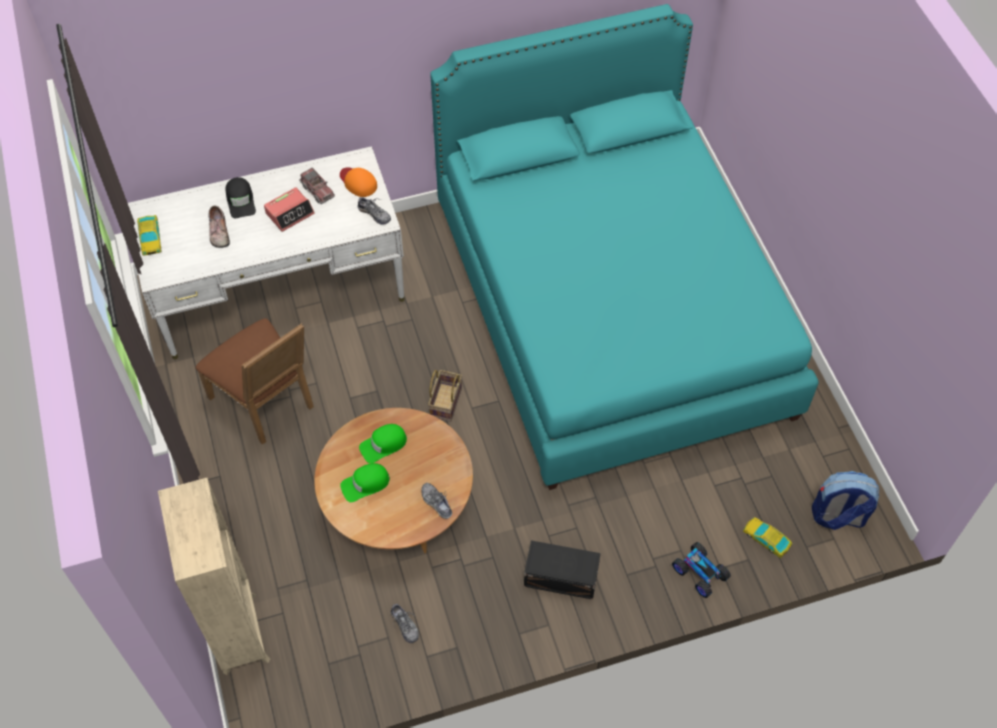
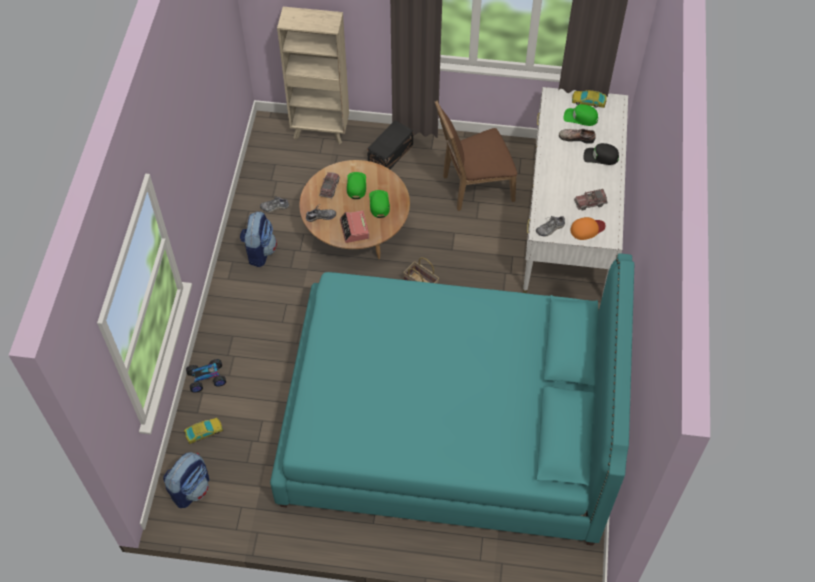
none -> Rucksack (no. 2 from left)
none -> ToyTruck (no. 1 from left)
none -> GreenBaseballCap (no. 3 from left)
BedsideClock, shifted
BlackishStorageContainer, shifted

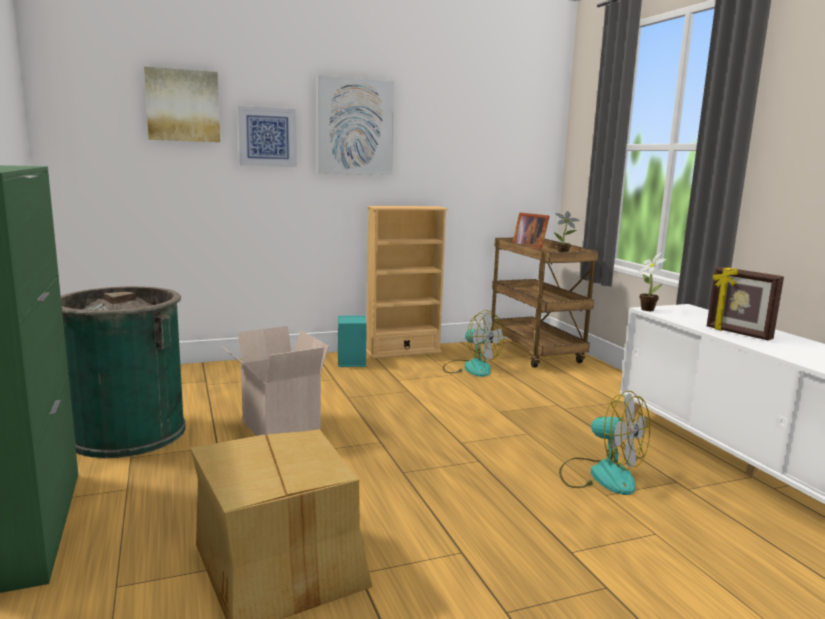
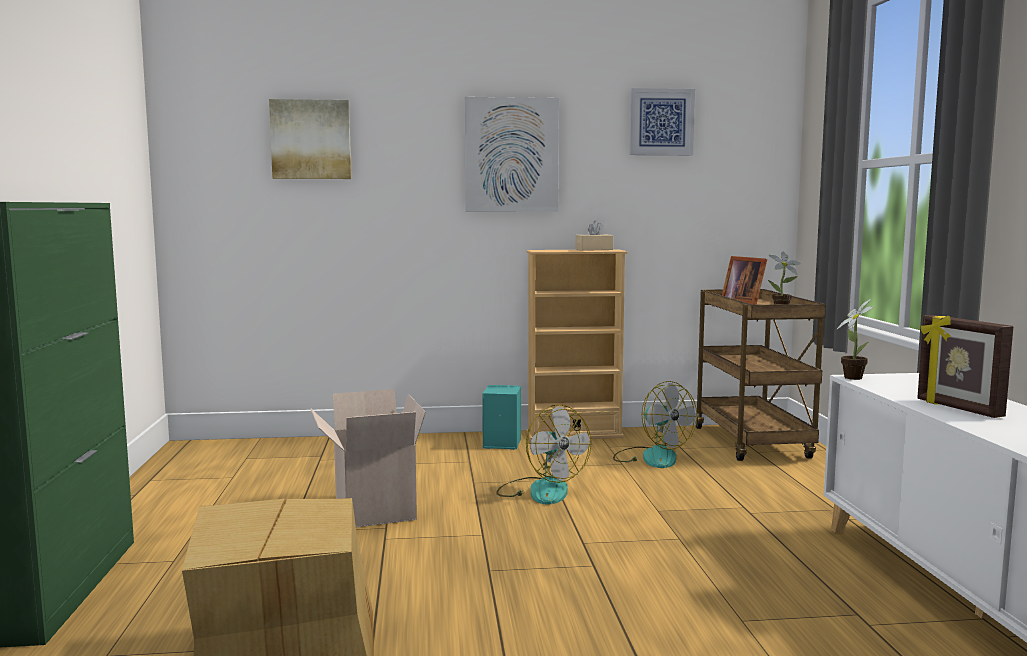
GreenWasteBin -> none
none -> BeigeTissueHolder
WallArt (no. 2 from left in the first image) -> WallArt (no. 3 from left), shifted
CoolingFan (no. 2 from left in the first image) -> CoolingFan (no. 1 from left), shifted

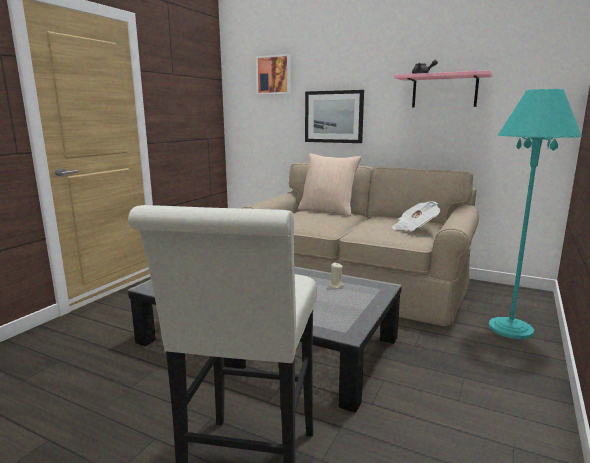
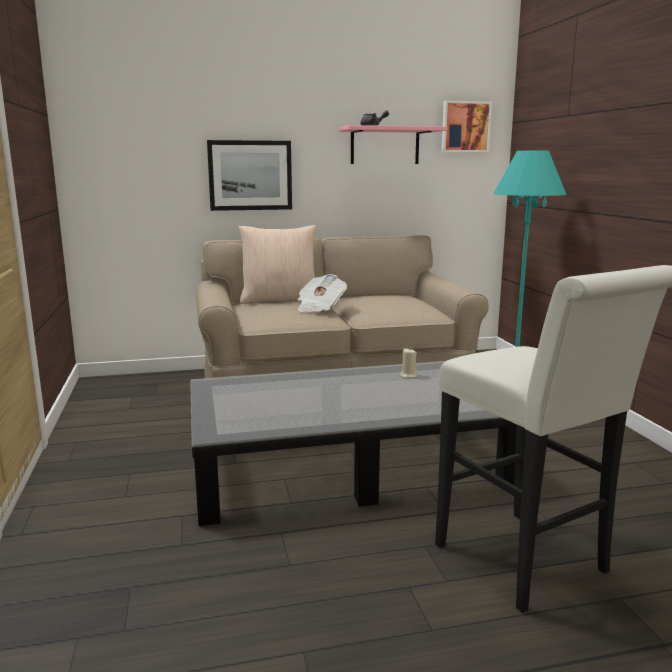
WallArt (no. 1 from left in the first image) -> WallArt (no. 2 from left), shifted
Newspaper, shifted

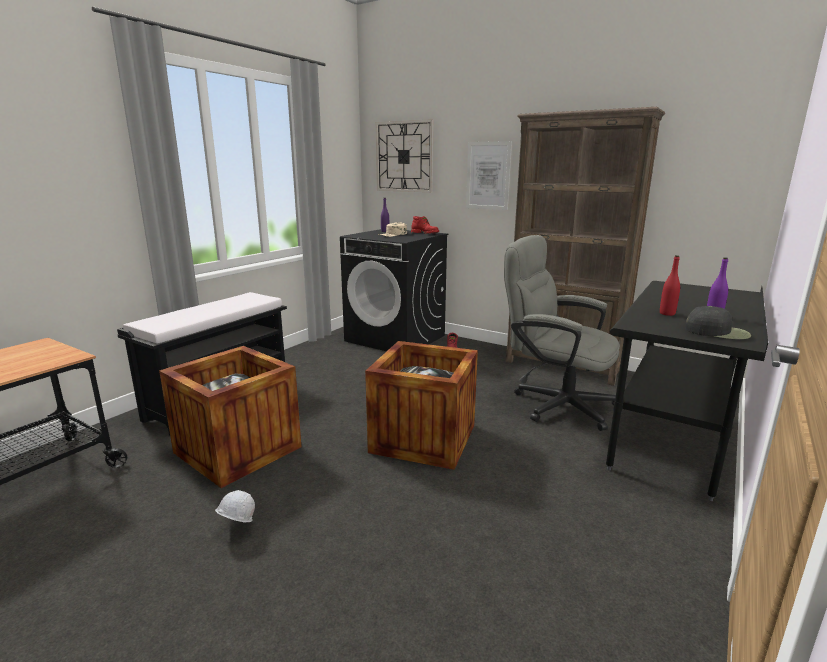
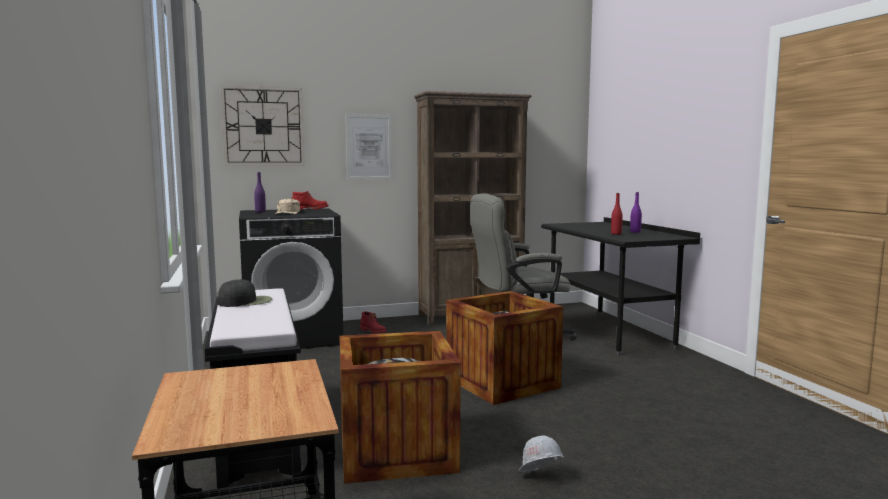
BlackishBaseballCap, shifted

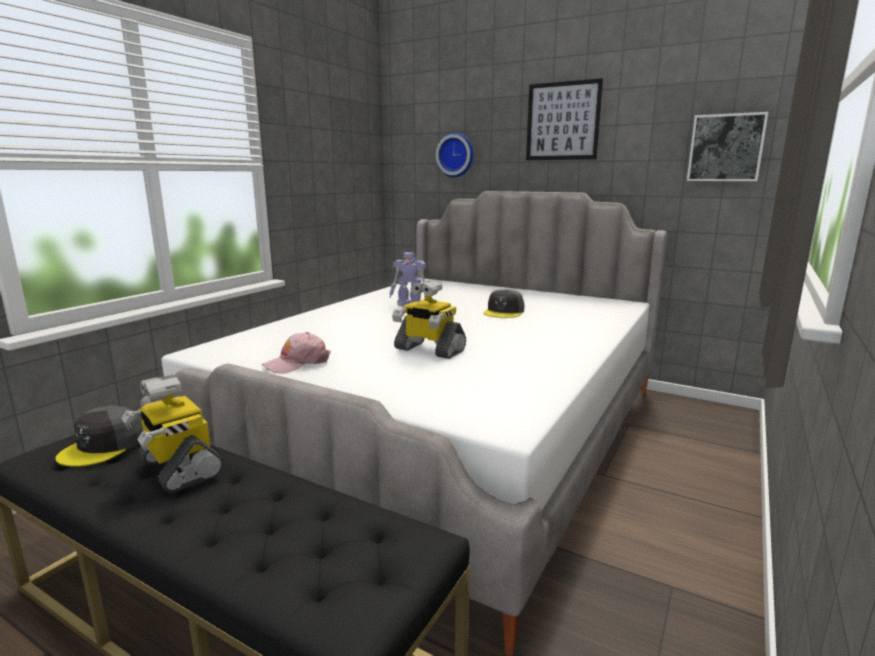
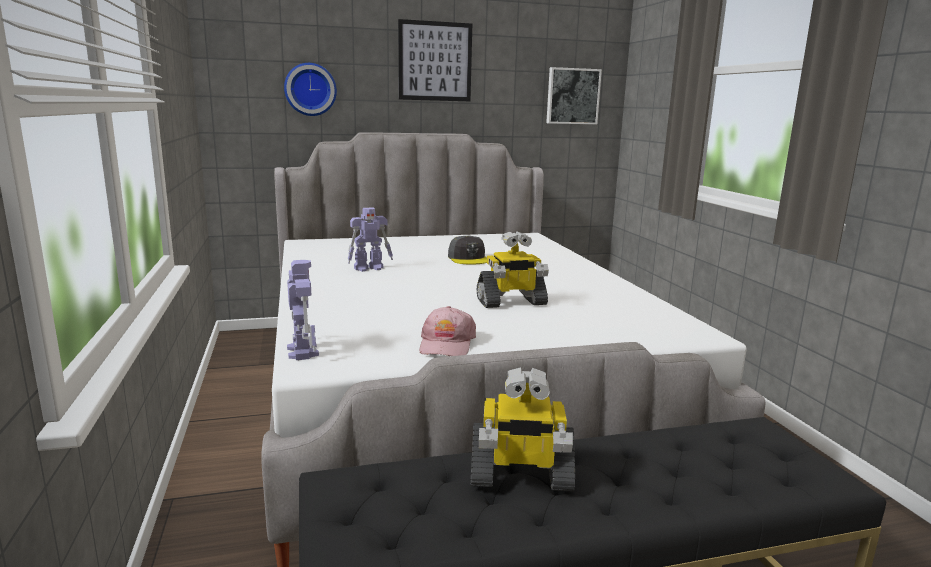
GreyishBaseballCap (no. 1 from left) -> none
none -> ModelRobot (no. 1 from left)

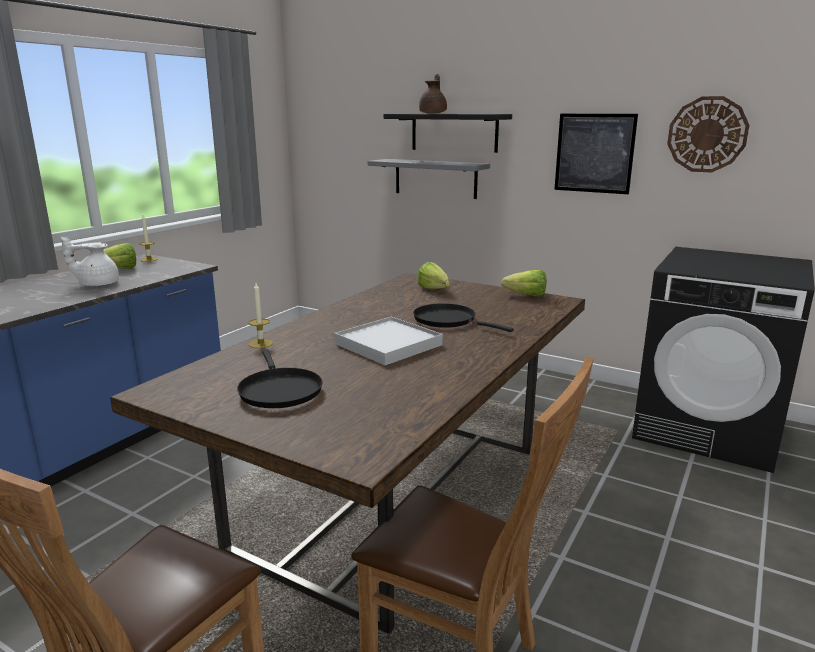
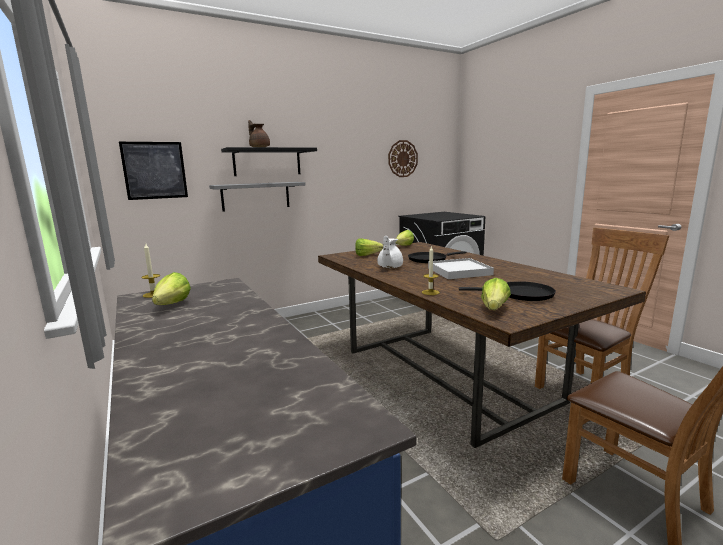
none -> HeadOfLettuce (no. 4 from left)
WhiteColouredPotForTea, shifted
WallArt, shifted

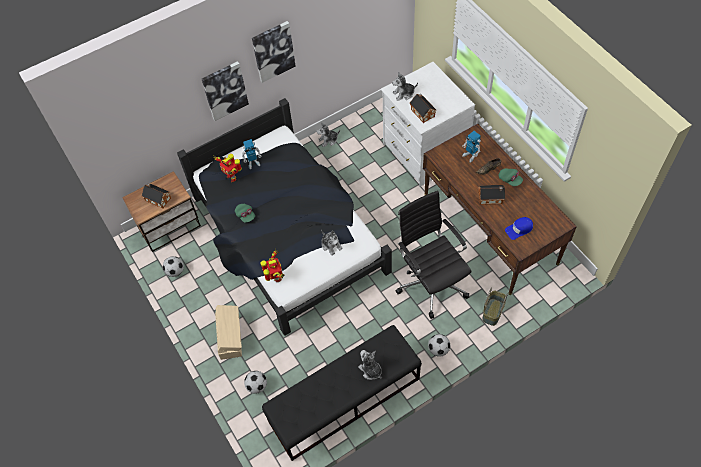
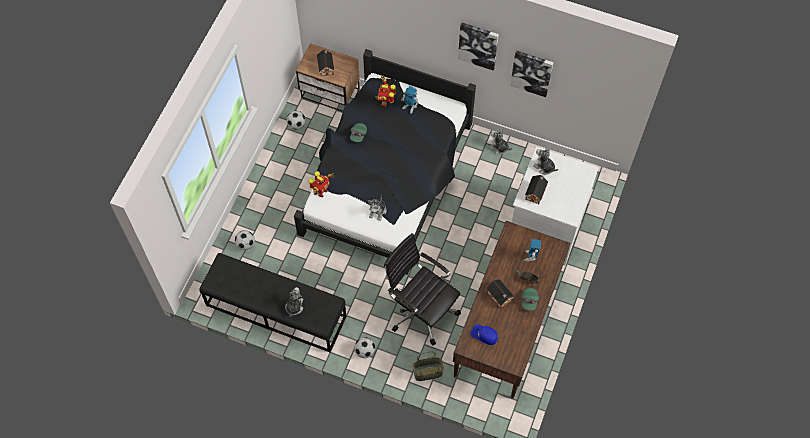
BeigeStorageContainer -> none
WallArt (no. 1 from left in the first image) -> WallArt (no. 2 from left), shifted
BlackishDeskChair, 75 degrees counterclockwise

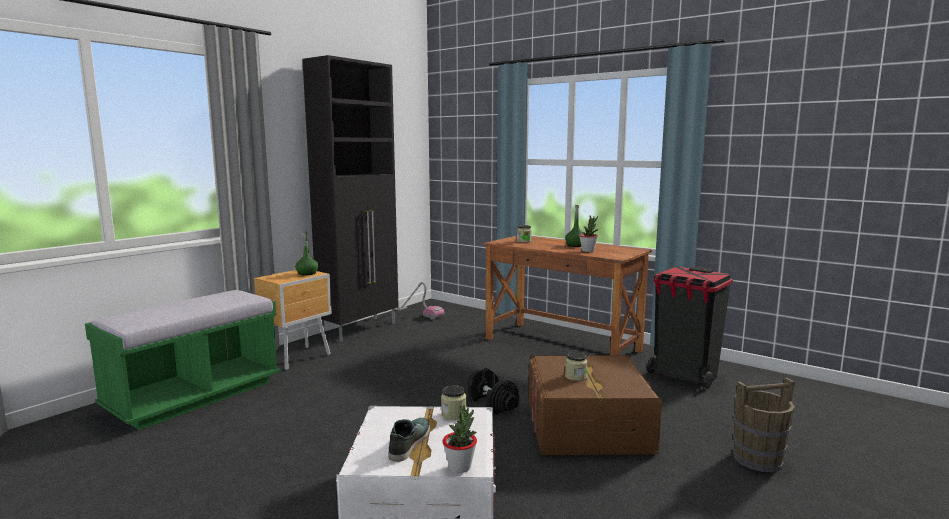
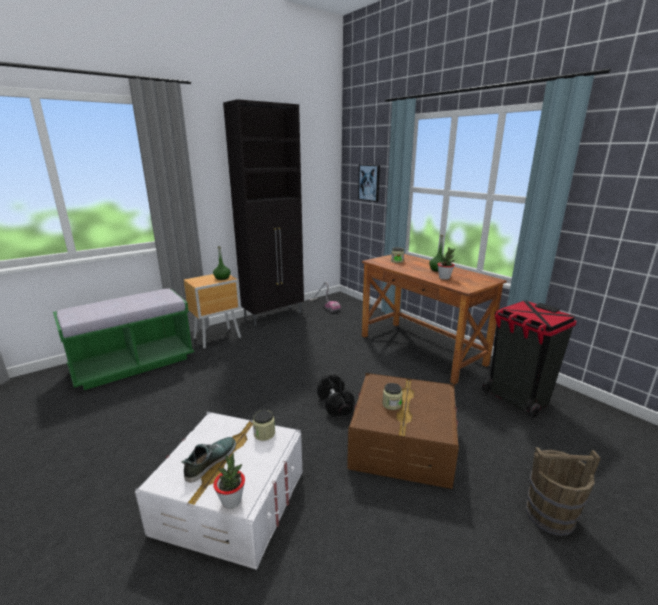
none -> WallArt

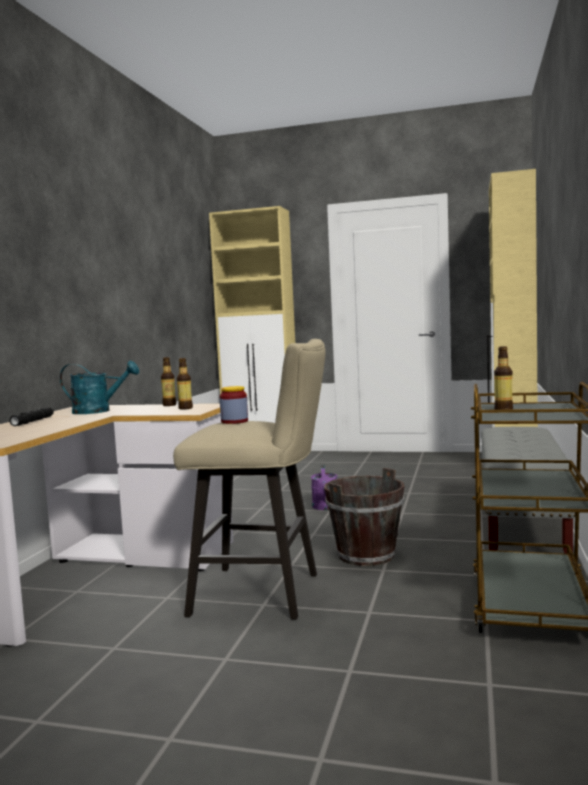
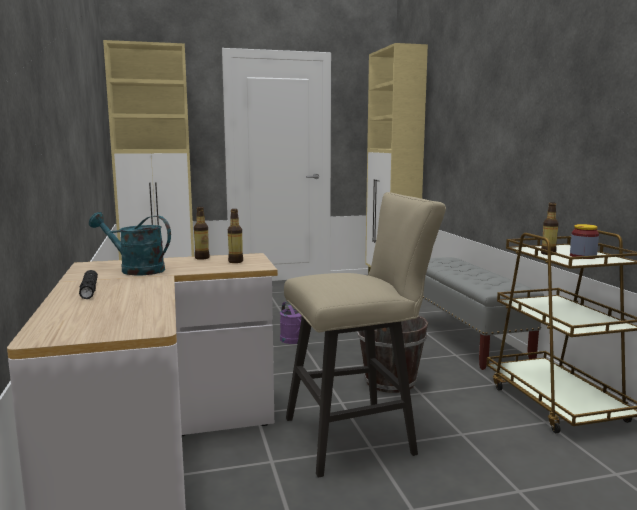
StorageJar, shifted
BlueGreenWateringPot, 135 degrees counterclockwise

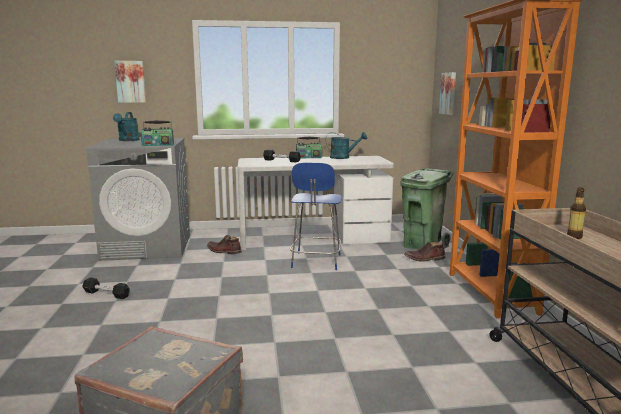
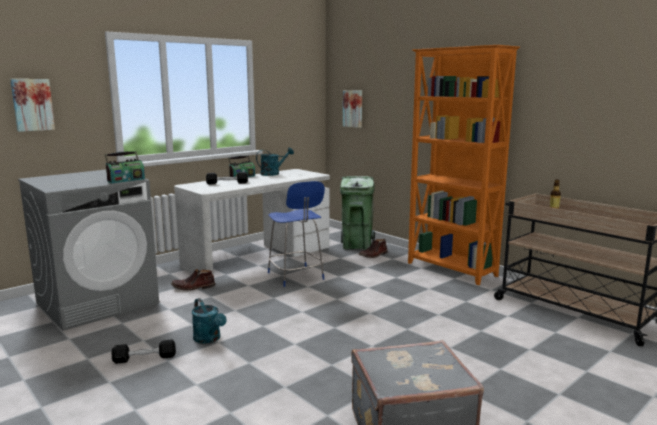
BlueGreenWateringPot (no. 1 from left), shifted

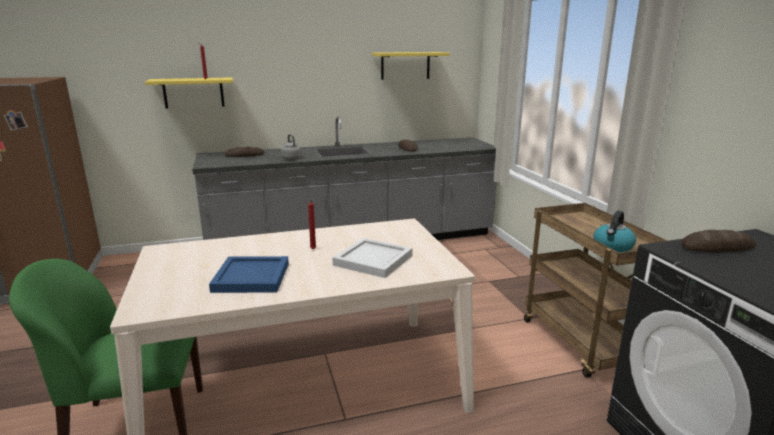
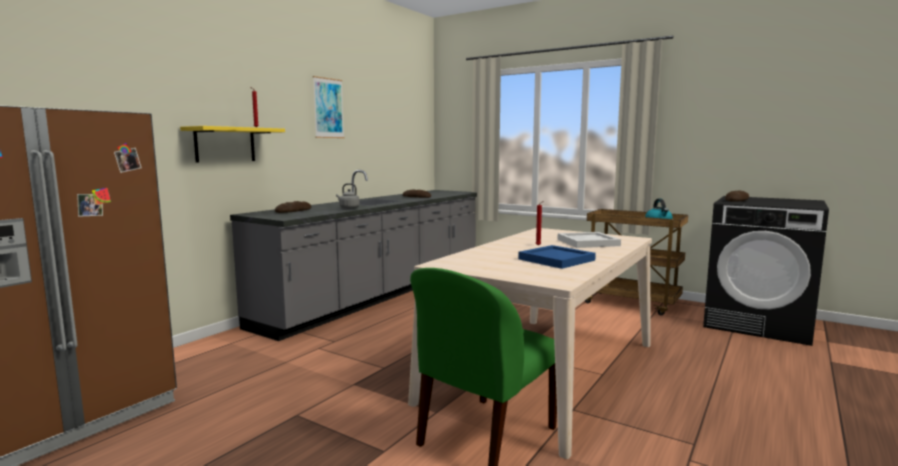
YellowColouredShelf (no. 2 from left) -> none
none -> WallArt

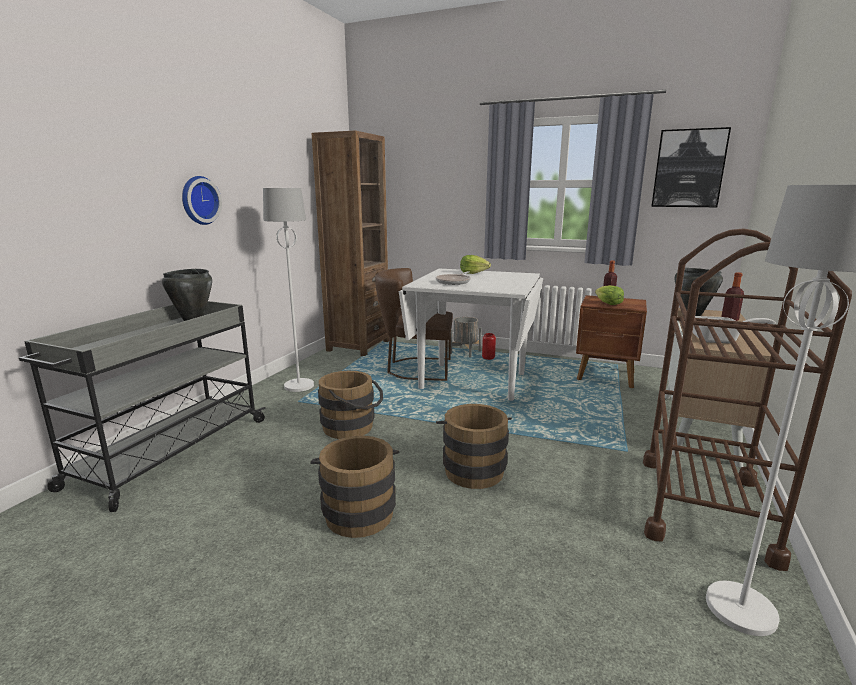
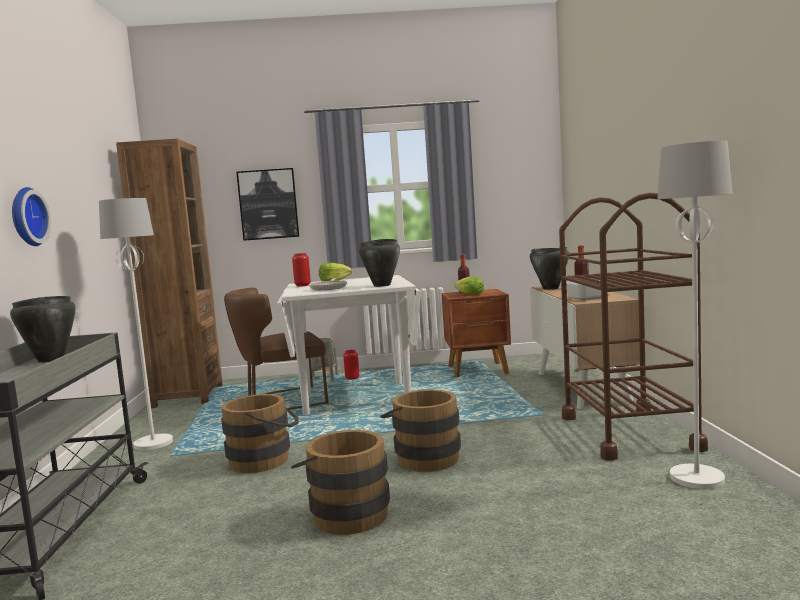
none -> RedColouredVase (no. 1 from left)
none -> BlackishCookingPot (no. 2 from left)
WallArt, shifted

